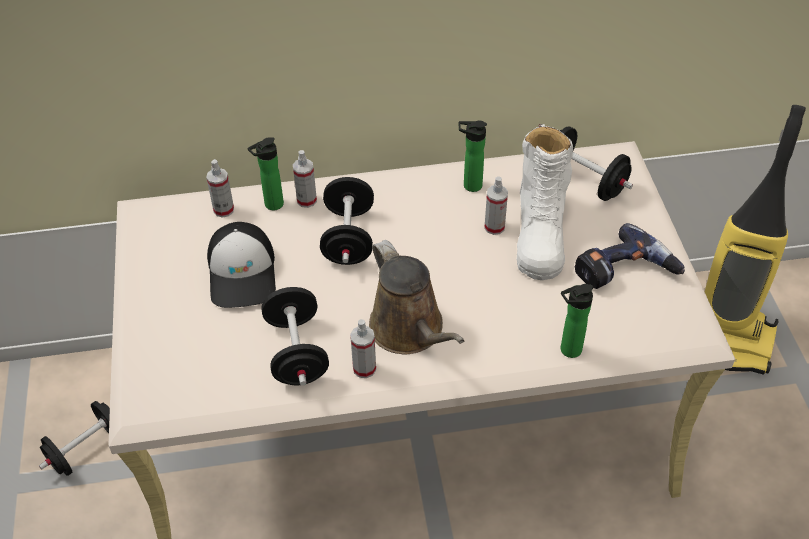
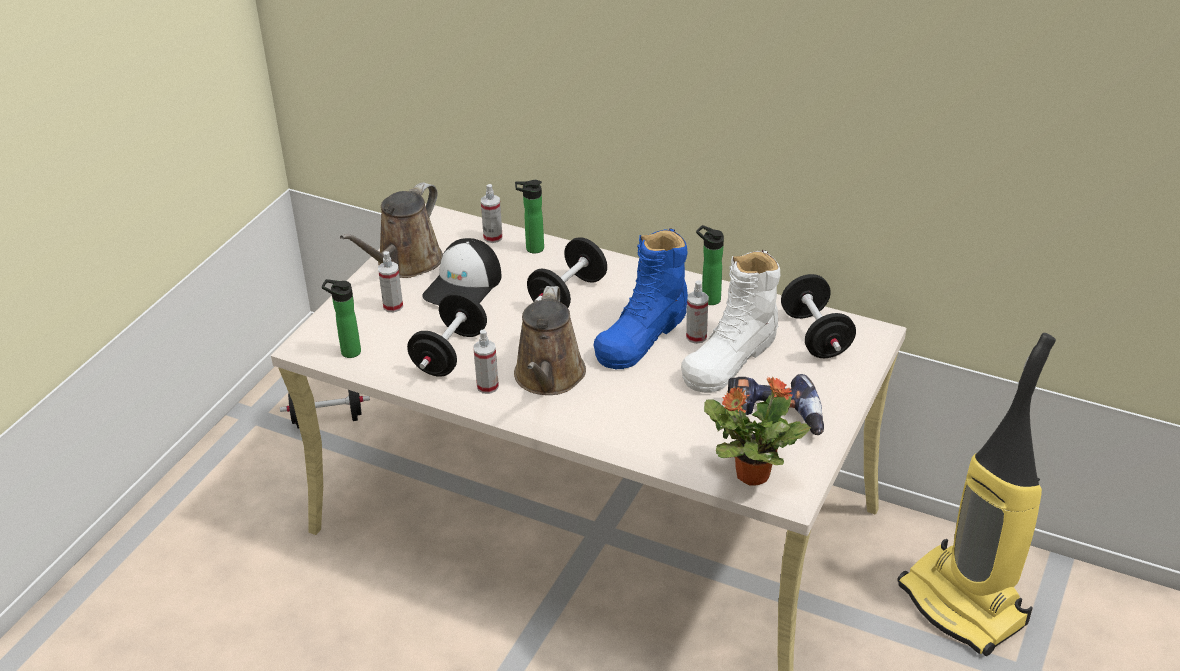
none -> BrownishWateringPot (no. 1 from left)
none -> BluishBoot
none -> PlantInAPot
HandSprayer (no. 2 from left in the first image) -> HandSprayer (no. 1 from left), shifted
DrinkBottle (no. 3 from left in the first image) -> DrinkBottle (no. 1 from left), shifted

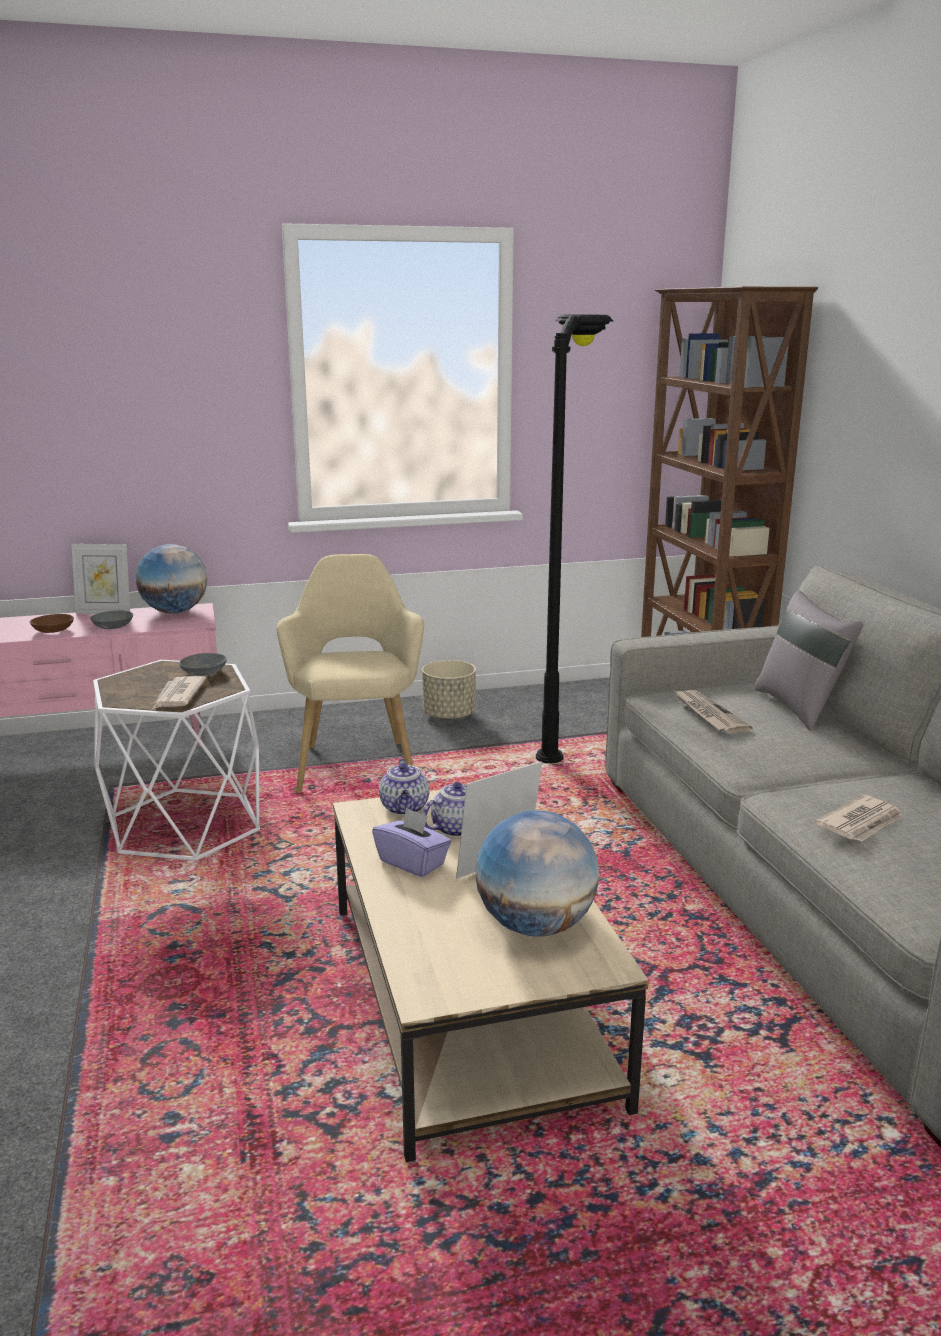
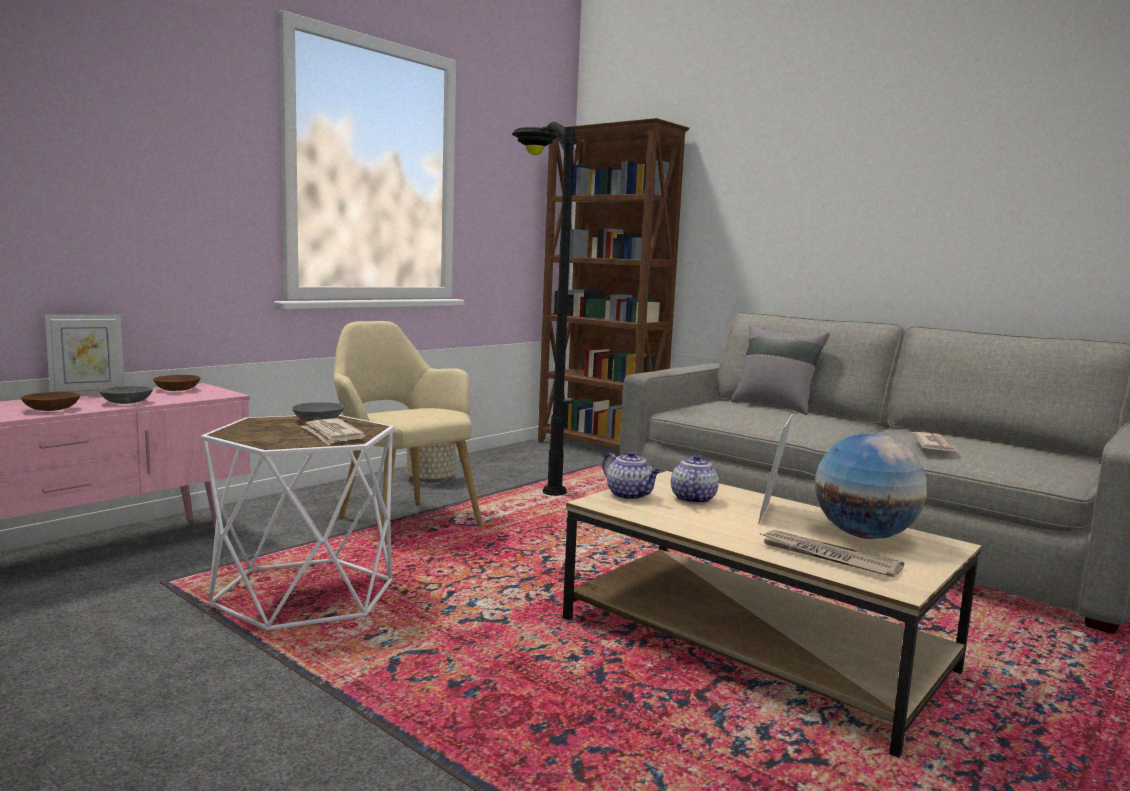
PurpleColouredTissueHolder -> none
Newspaper (no. 2 from left), shifted
WorldGlobe (no. 1 from left) -> BrownishDeepDish (no. 2 from left)

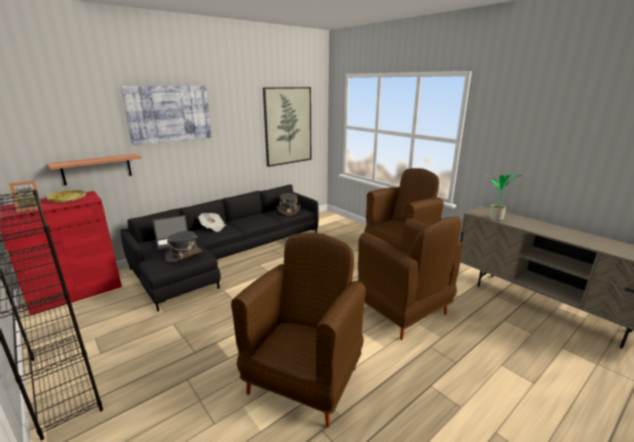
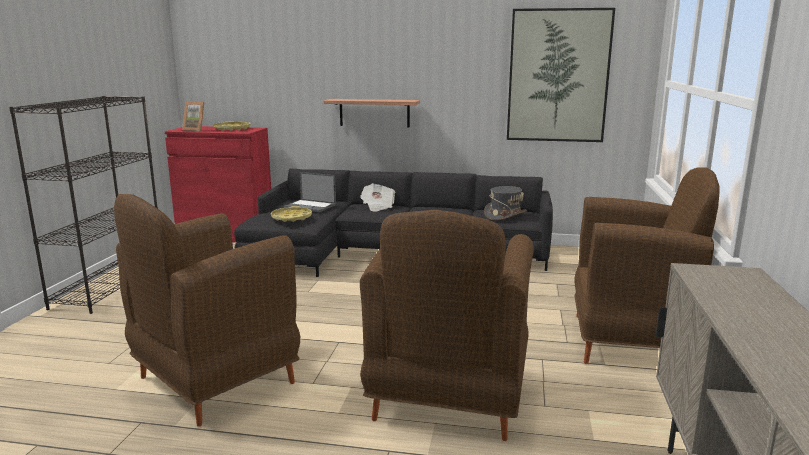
WallArt (no. 1 from left) -> none
PlantInAPot -> none
Shelf, shifted
GreyishClothingHat (no. 1 from left) -> YellowColouredCarryingTray (no. 2 from left)
BrownishArmchair (no. 1 from left), 150 degrees clockwise

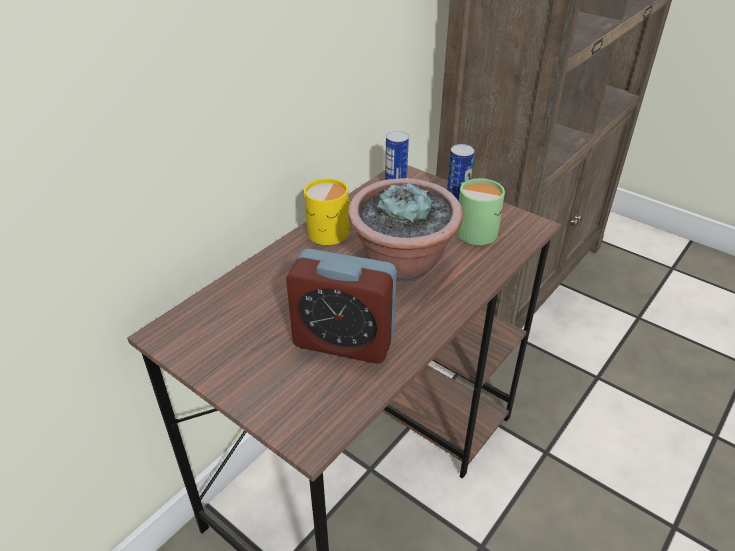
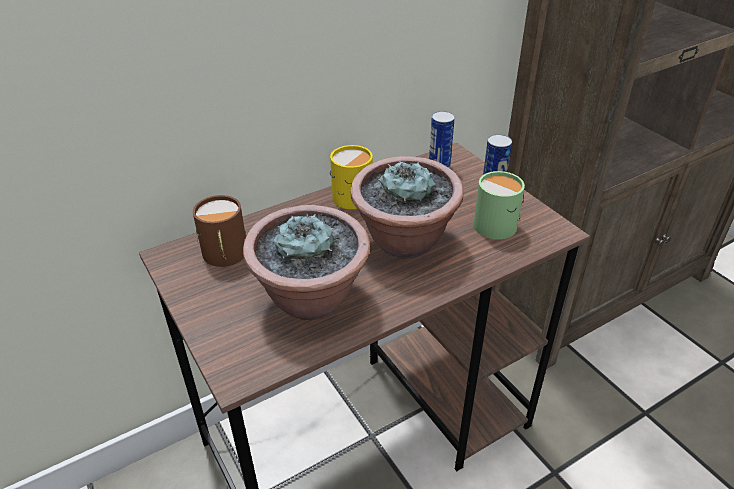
none -> BrownishMug
BedsideClock -> PlantInAPot (no. 1 from left)

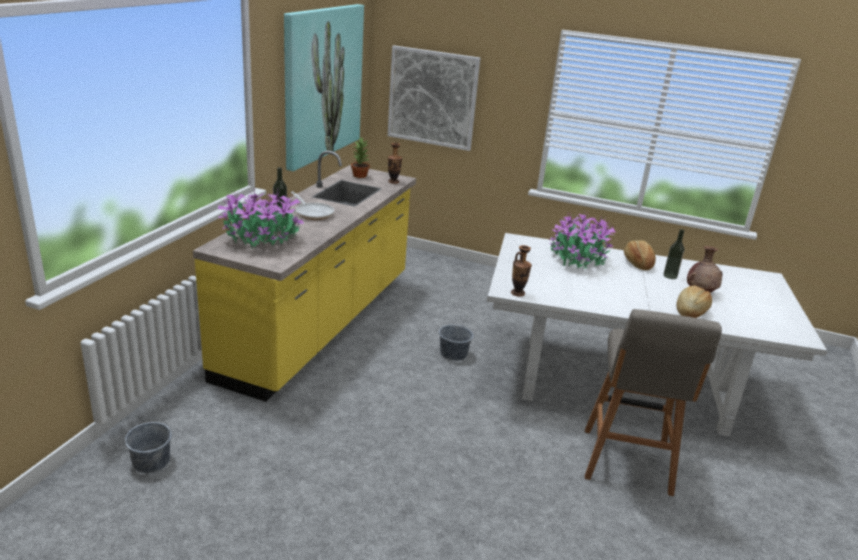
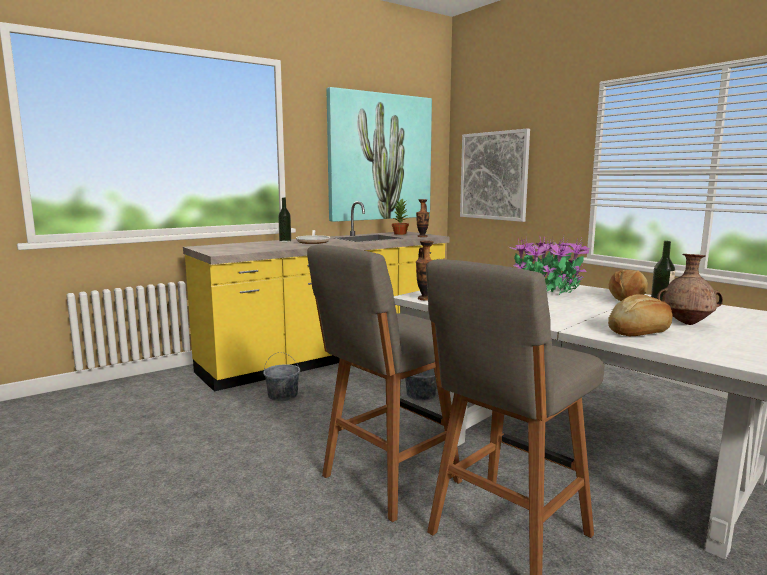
PlantInAPot (no. 1 from left) -> none
none -> GreyishStoolSeat (no. 1 from left)
GreyishBucket (no. 1 from left), shifted

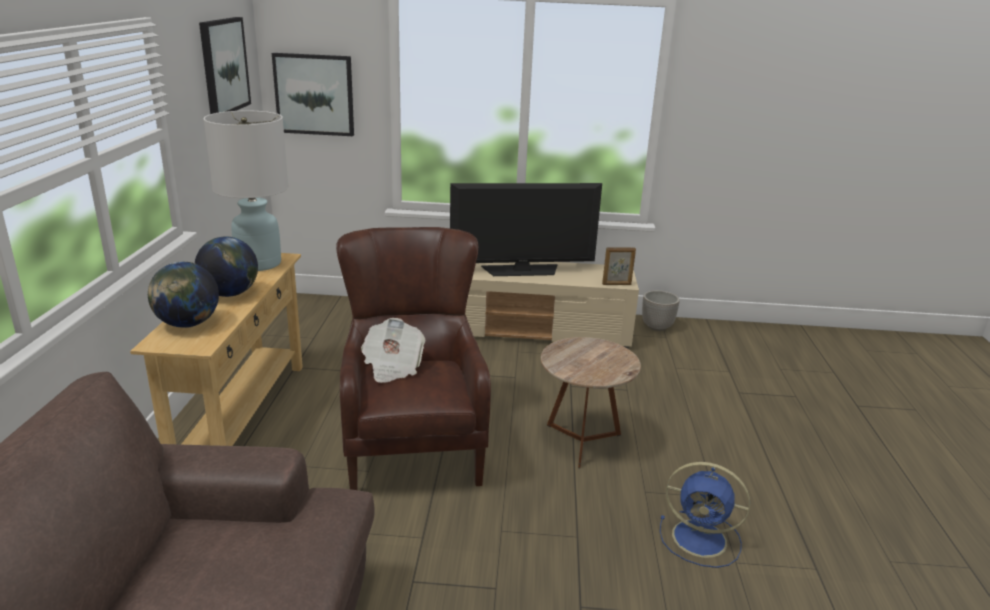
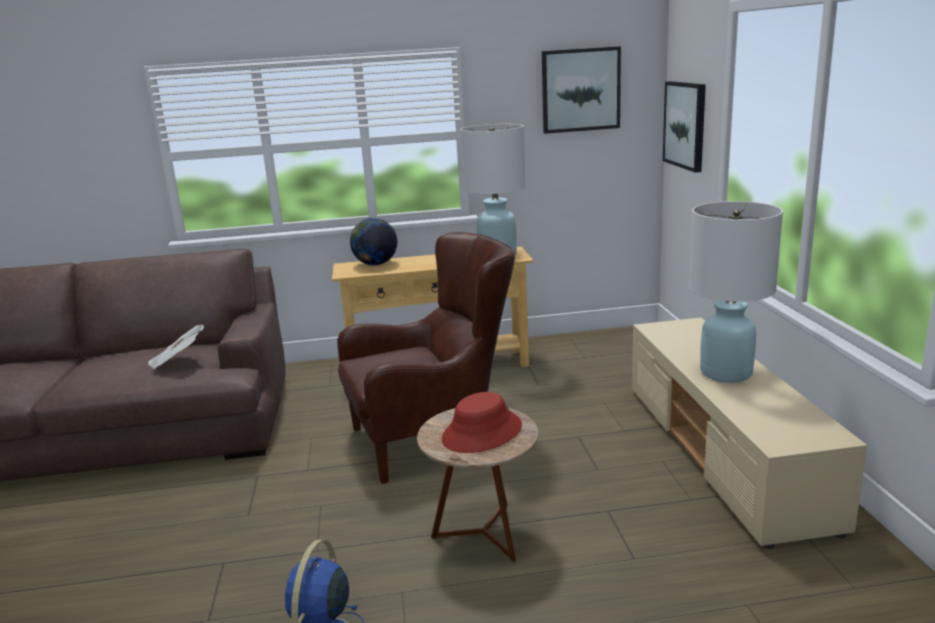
WorldGlobe (no. 2 from left) -> none
PictureFrame -> none
FlowerPot -> none
none -> RedColouredClothingHat
Newspaper, shifted
Tv -> WhiteColouredLampForATable (no. 2 from left)

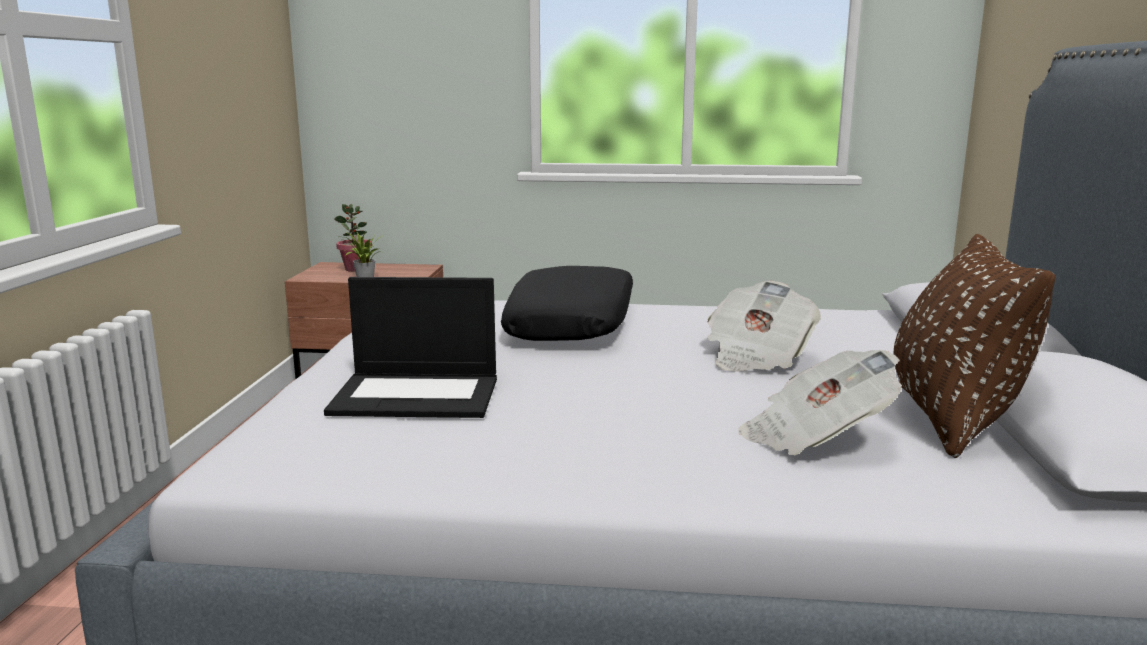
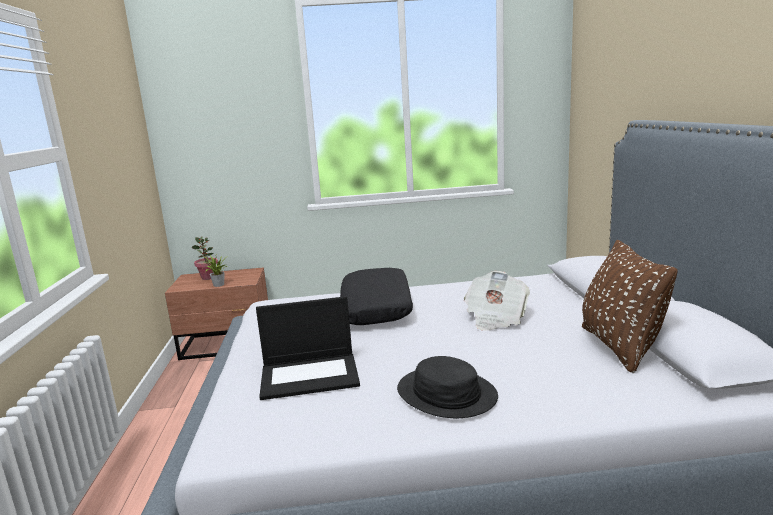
Newspaper (no. 2 from left) -> none
none -> BlackishClothingHat

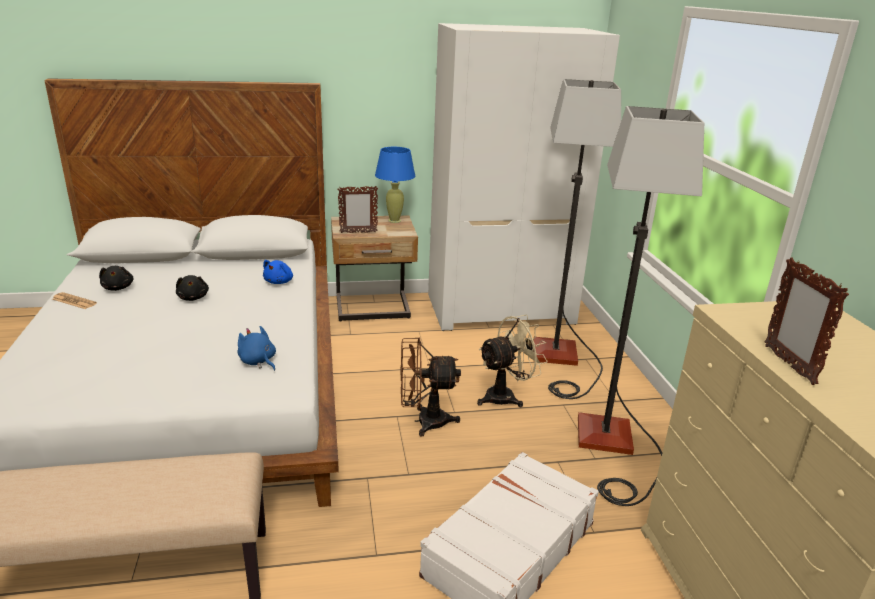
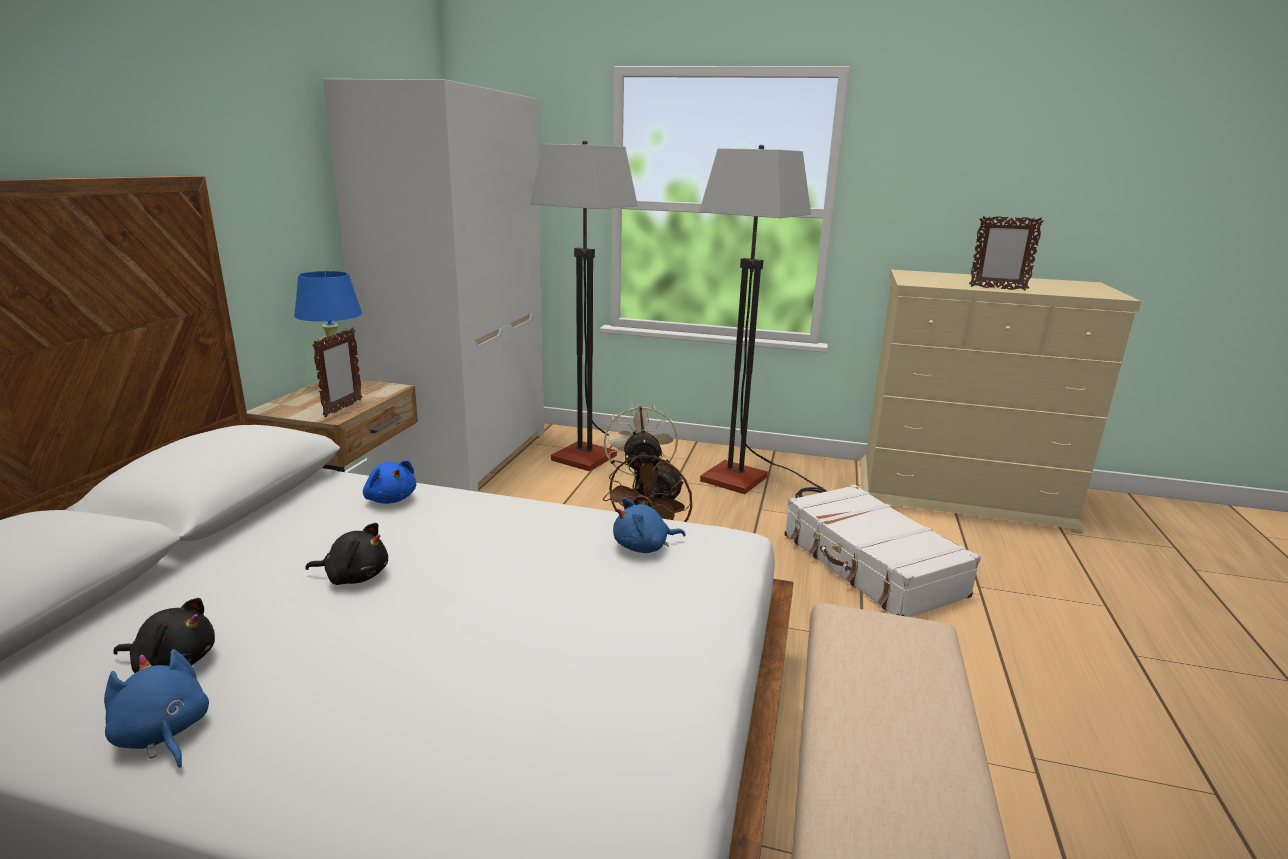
Newspaper -> BluishCuddlyToy (no. 1 from left)

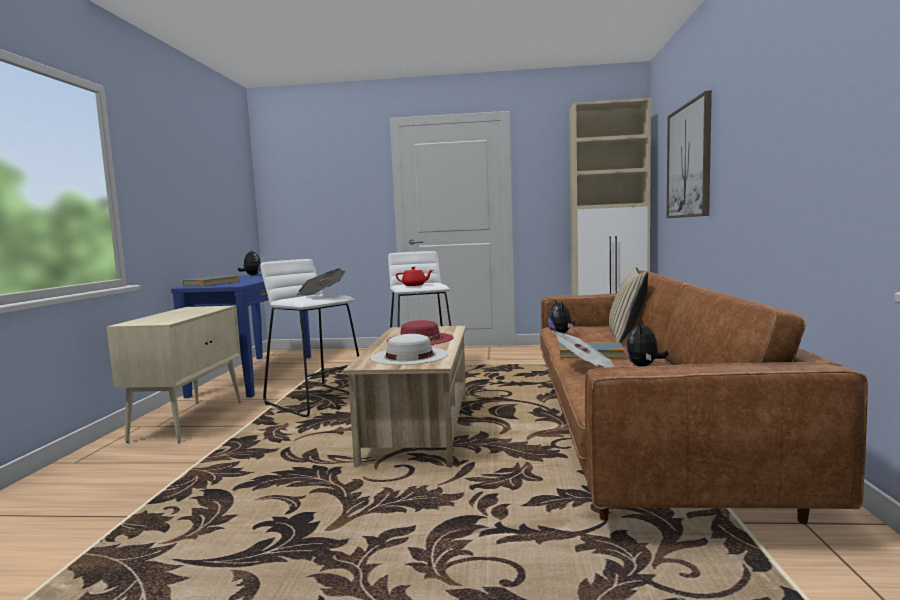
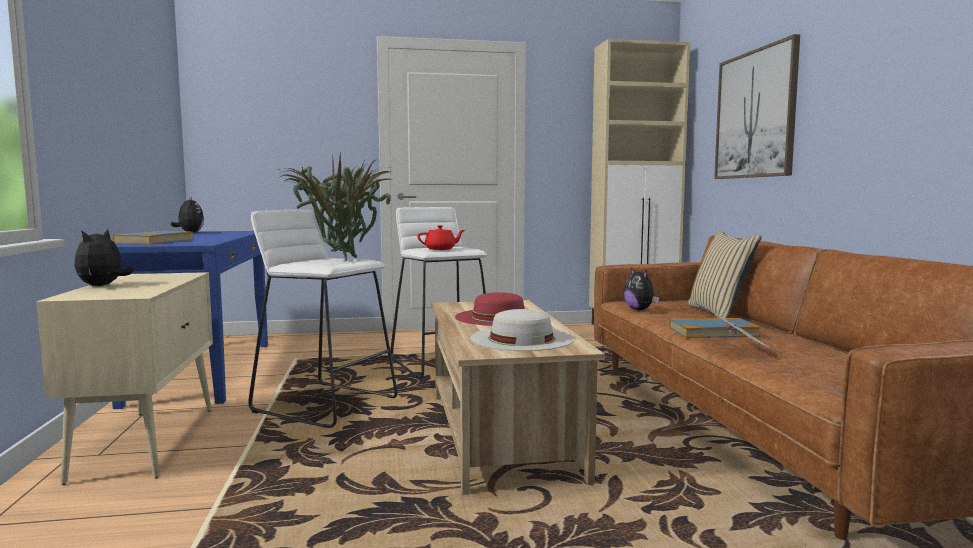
CuddlyToy (no. 3 from left in the first image) -> CuddlyToy (no. 1 from left), shifted
Newspaper (no. 1 from left) -> PlantInAPot

